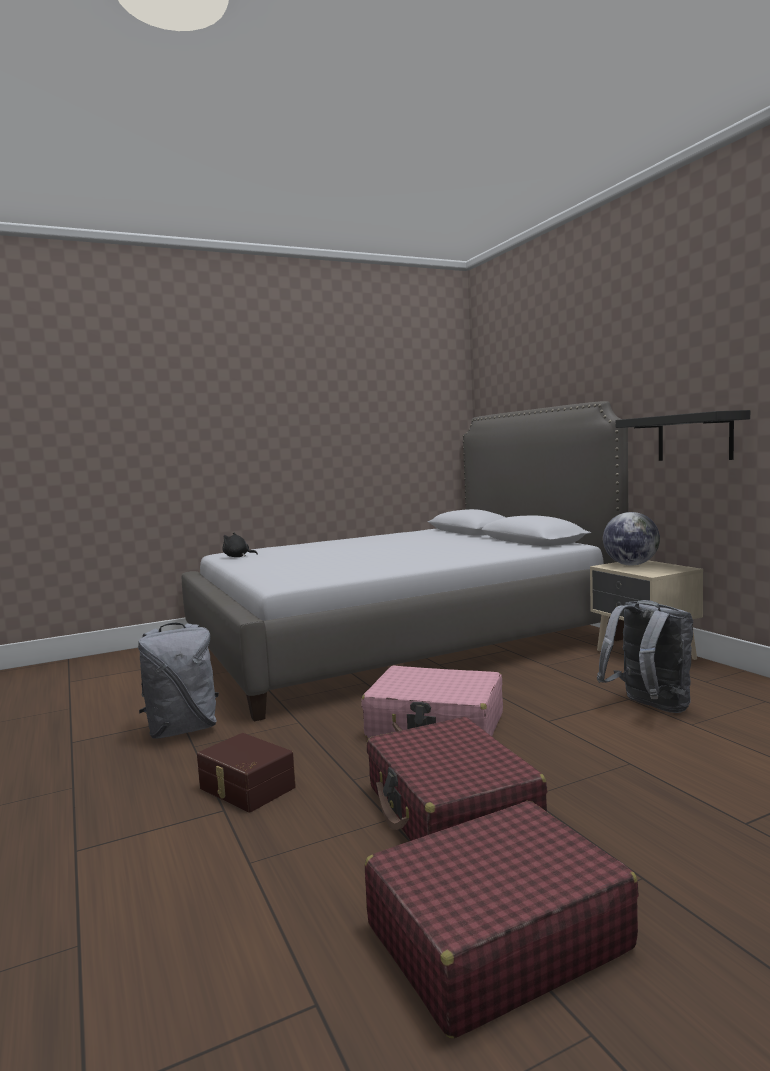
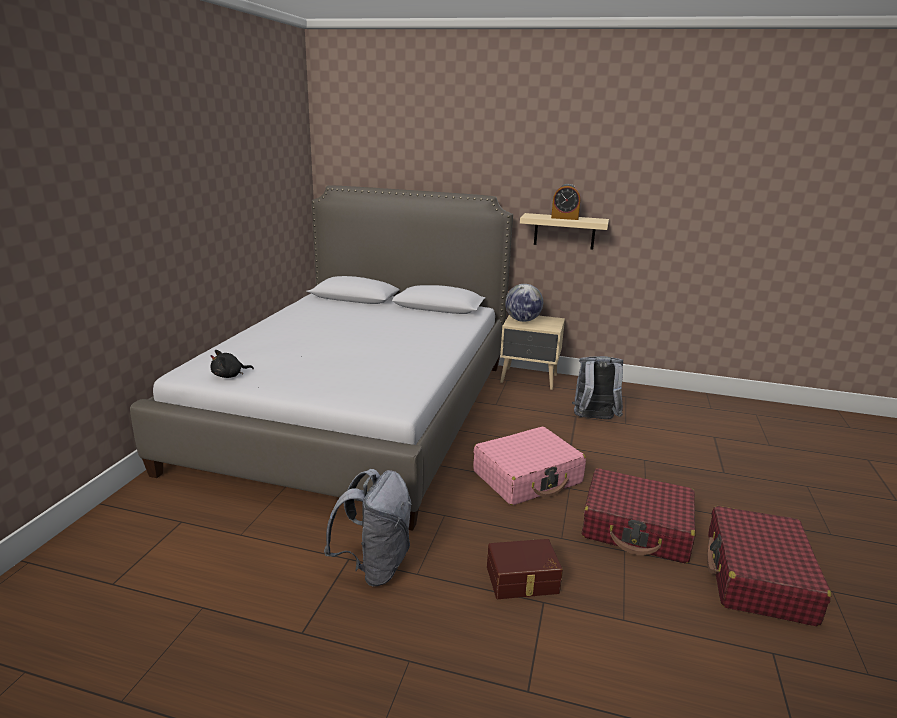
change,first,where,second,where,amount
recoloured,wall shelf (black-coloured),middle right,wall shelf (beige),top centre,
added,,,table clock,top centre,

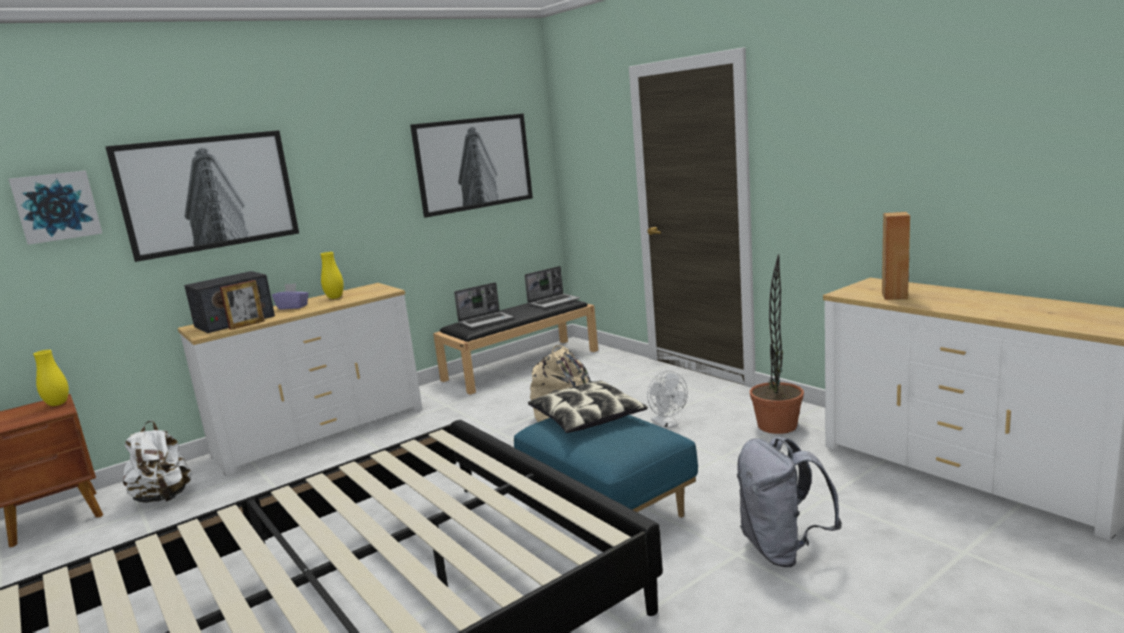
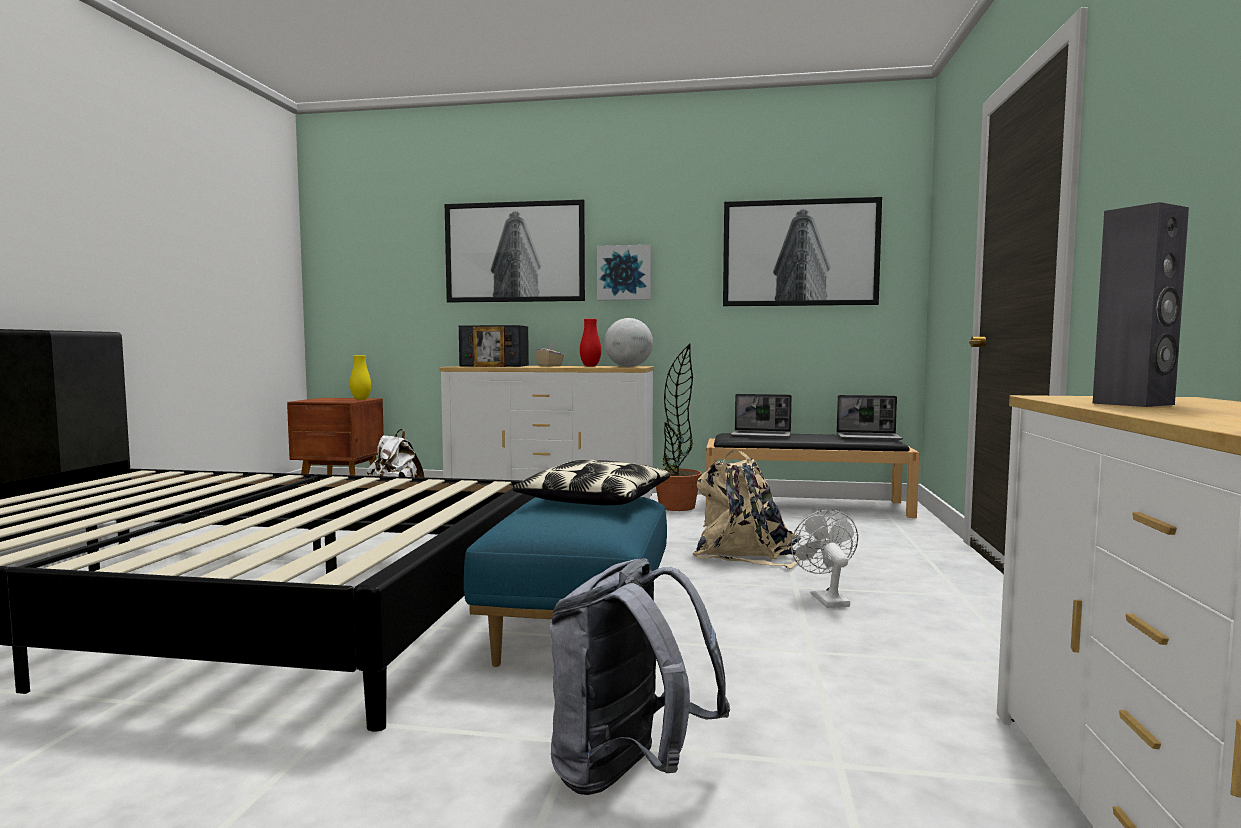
change,first,where,second,where,amount
recoloured,tissue box (purplish),middle left,tissue box (beige),centre,
recoloured,flower vase (yellowish) (2nd from left),middle left,flower vase (red-coloured),centre,
moved,wall art (1st from left in the first image),top left,wall art (2nd from left),top centre,
added,,,world globe,centre,
moved,plant in a pot,middle right,,centre,
turned,fan (white),centre,,bottom centre,150 degrees clockwise
recoloured,speaker (brown),middle right,speaker (grey),middle right,

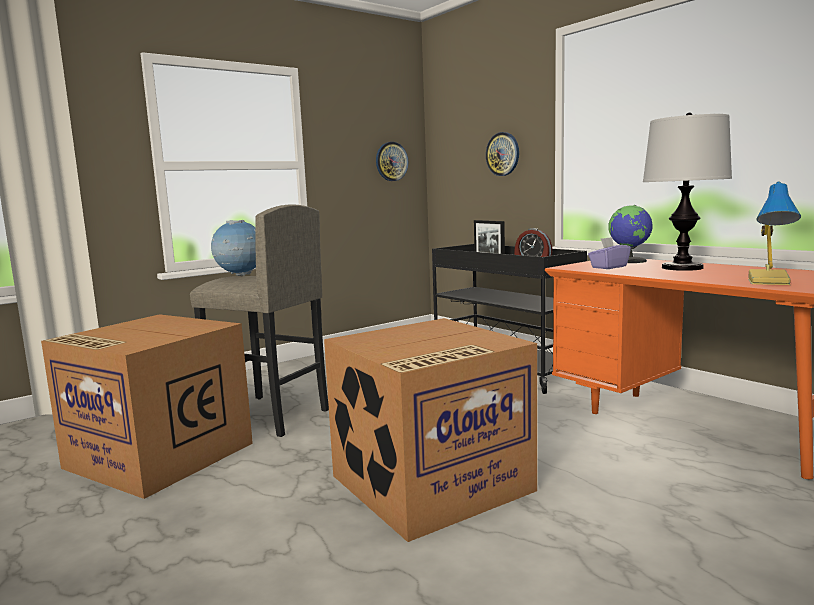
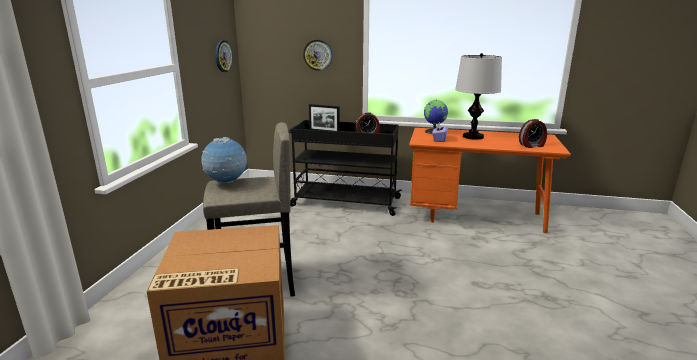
change,first,where,second,where,amount
replaced,tabletop lamp (2nd from left),middle right,table clock (2nd from left),middle right,
removed,cardboard box (2nd from left),bottom centre,,,

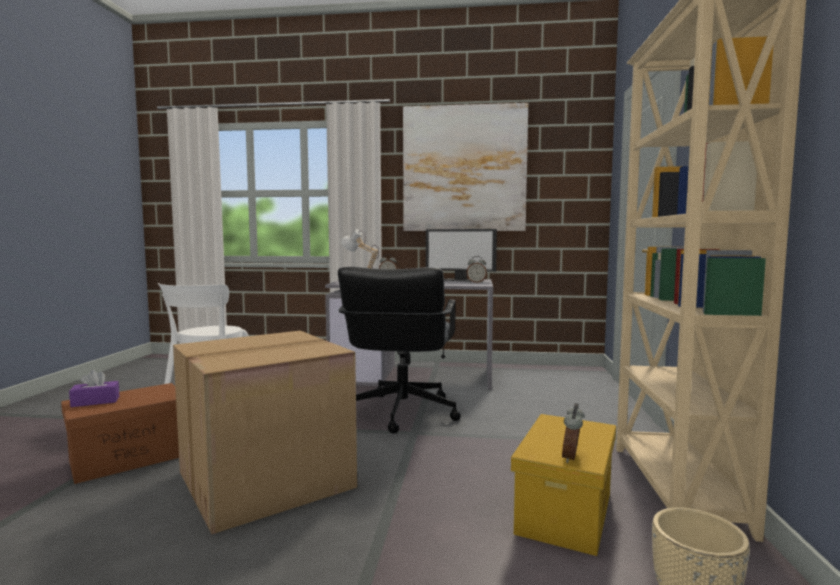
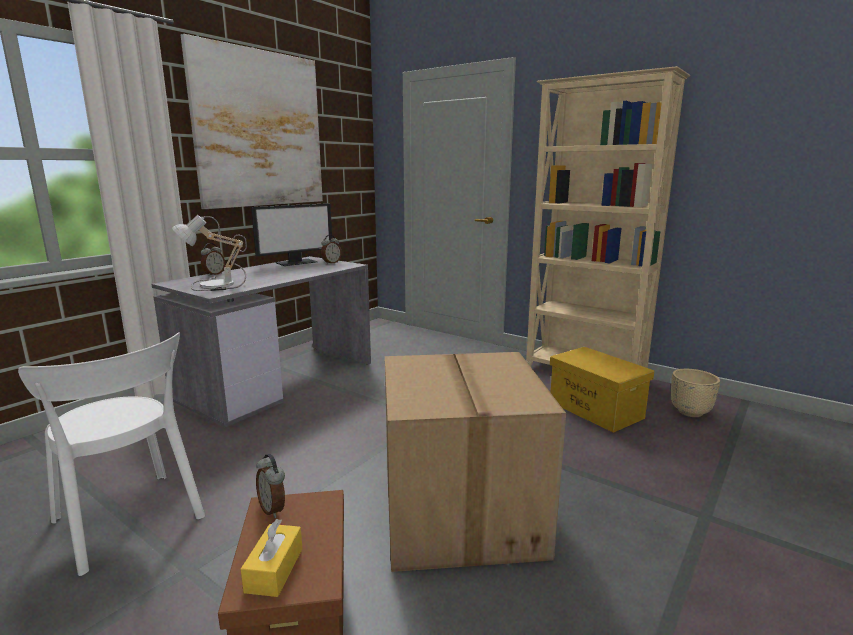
change,first,where,second,where,amount
recoloured,tissue box (purplish),middle left,tissue box (yellowish),bottom left,
moved,table clock (3rd from left in the first image),bottom right,table clock (2nd from left),bottom left,
removed,desk chair (black-coloured),centre,,,

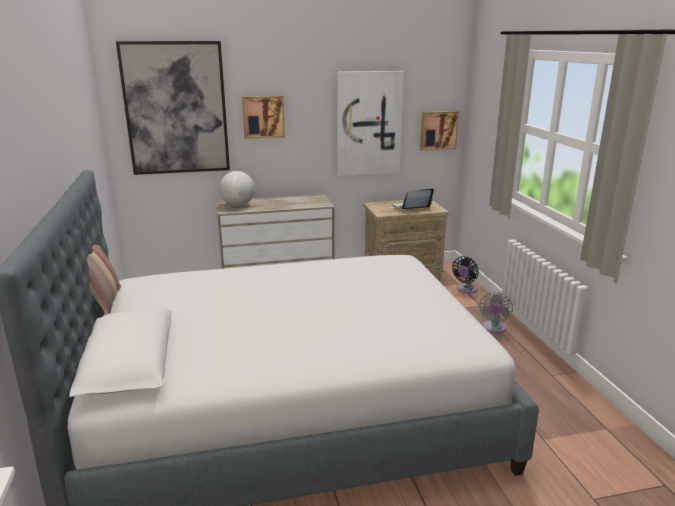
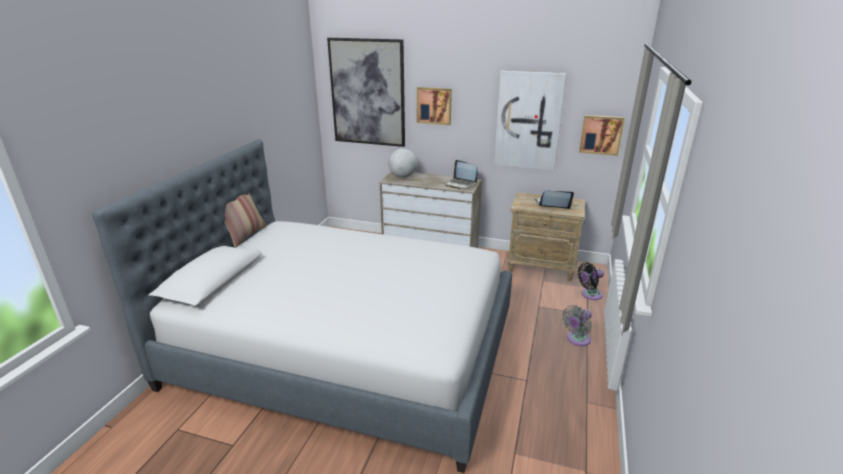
change,first,where,second,where,amount
added,,,notebook computer (1st from left),centre,

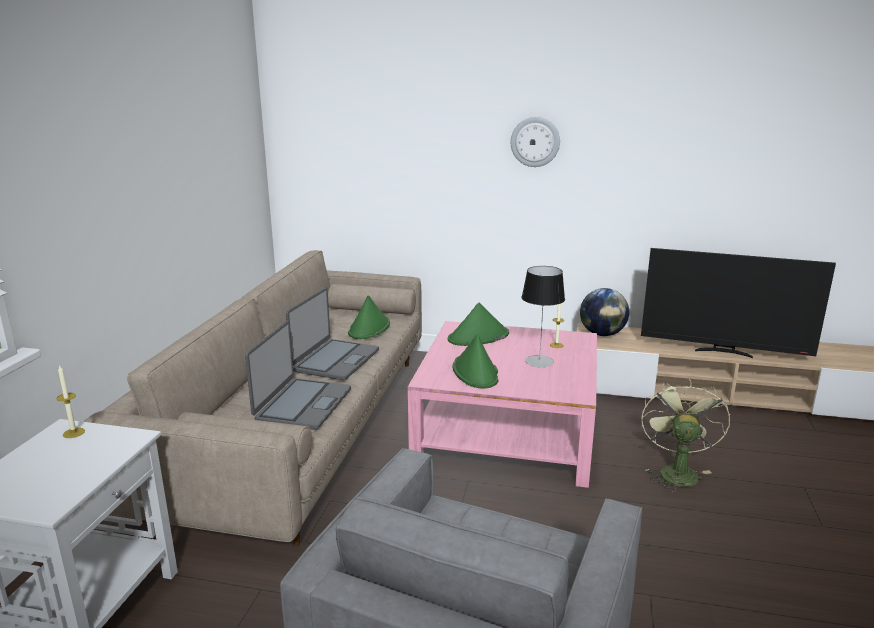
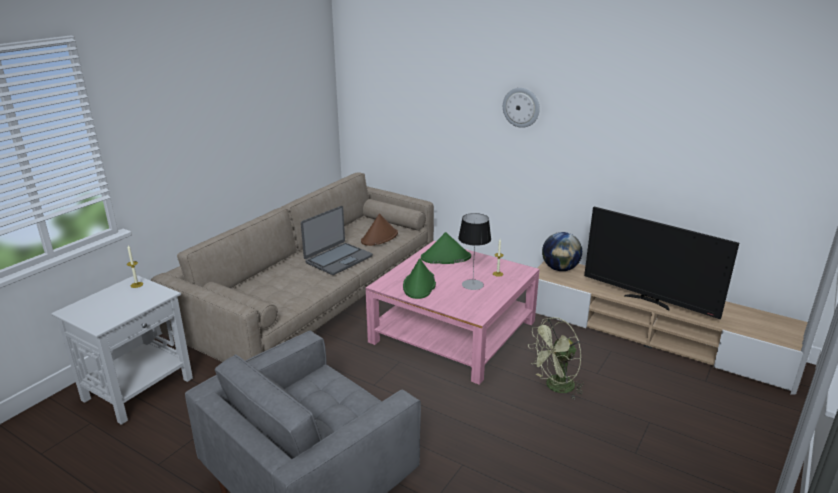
change,first,where,second,where,amount
recoloured,wearable hat (greenish) (1st from left),centre,wearable hat (brown),centre,
turned,fan (greenish),bottom right,,bottom centre,150 degrees counterclockwise
removed,notebook computer (1st from left),centre,,,

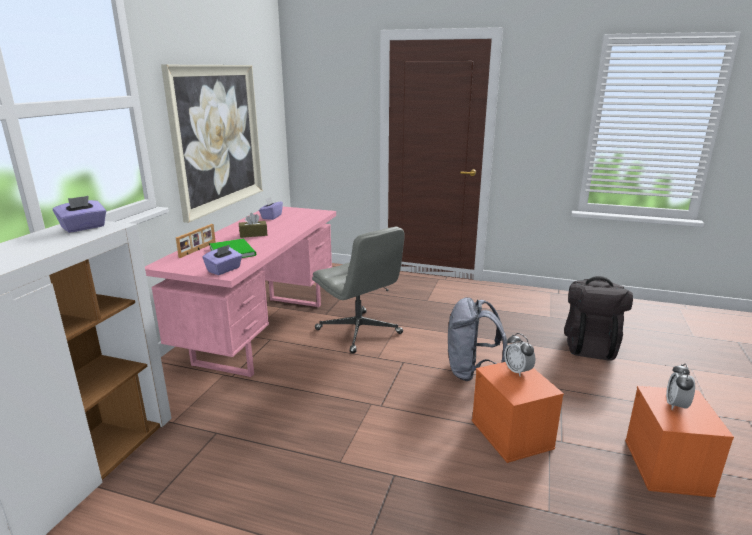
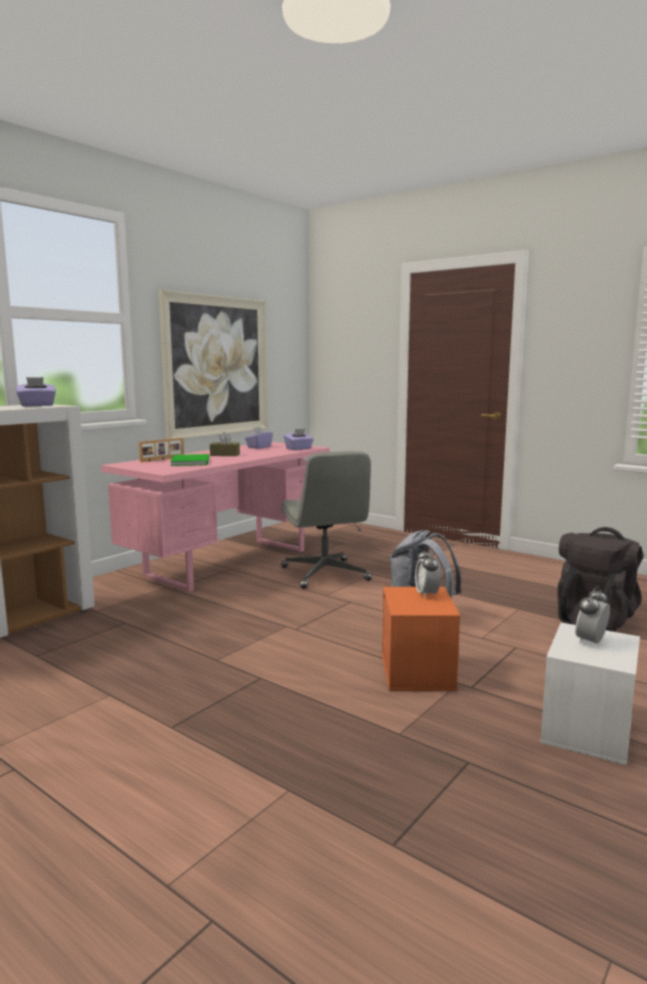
change,first,where,second,where,amount
moved,tissue box (purplish) (2nd from left in the first image),middle left,tissue box (purplish) (3rd from left),centre,
recoloured,storage bin (orange-coloured) (2nd from left),bottom right,storage bin (white),bottom right,

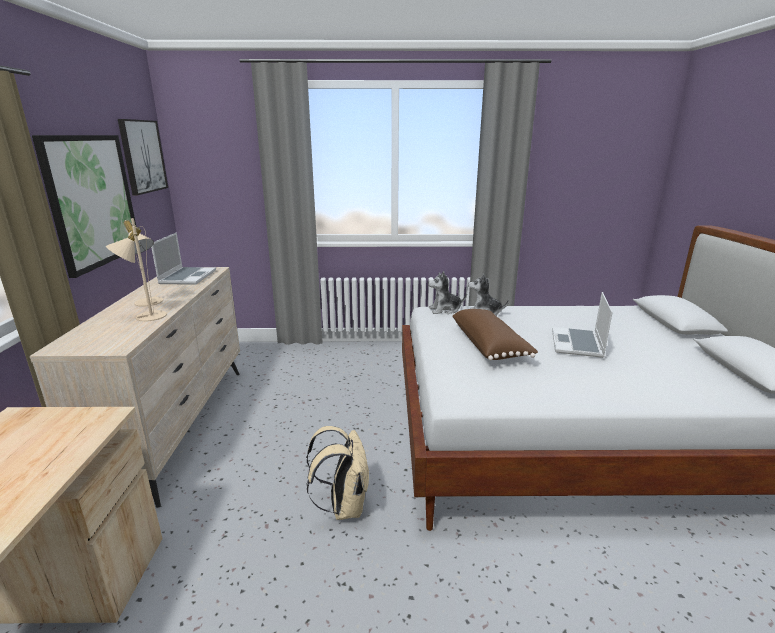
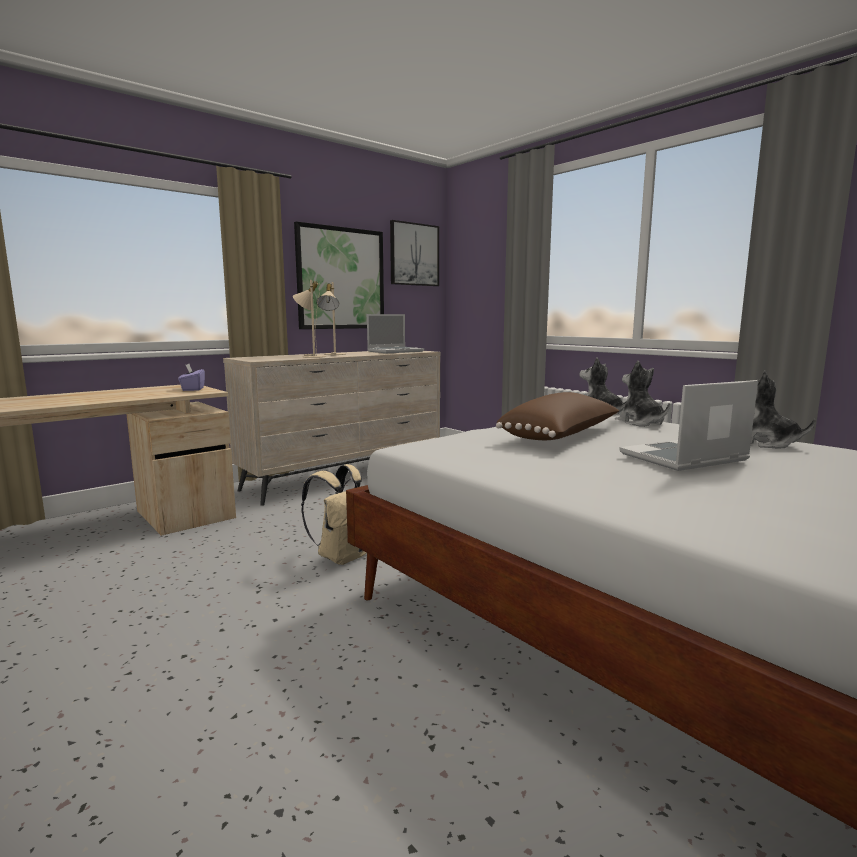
change,first,where,second,where,amount
added,,,tissue box (purplish),middle left,
added,,,soft toy (3rd from left),middle right,

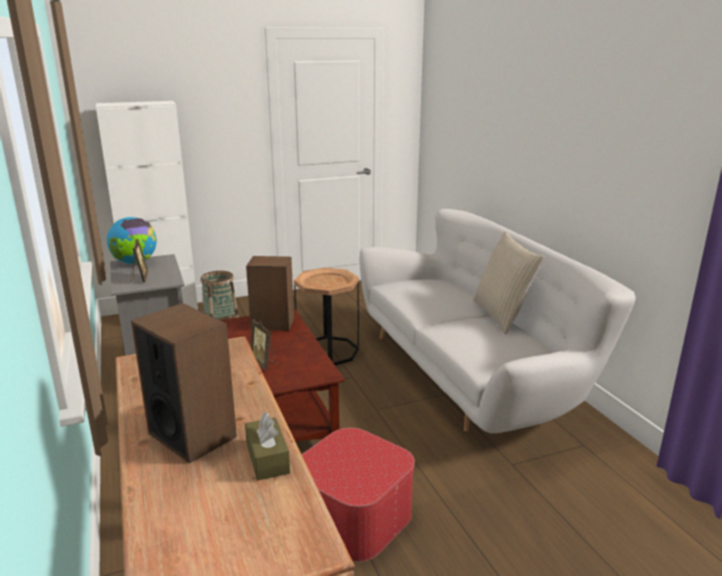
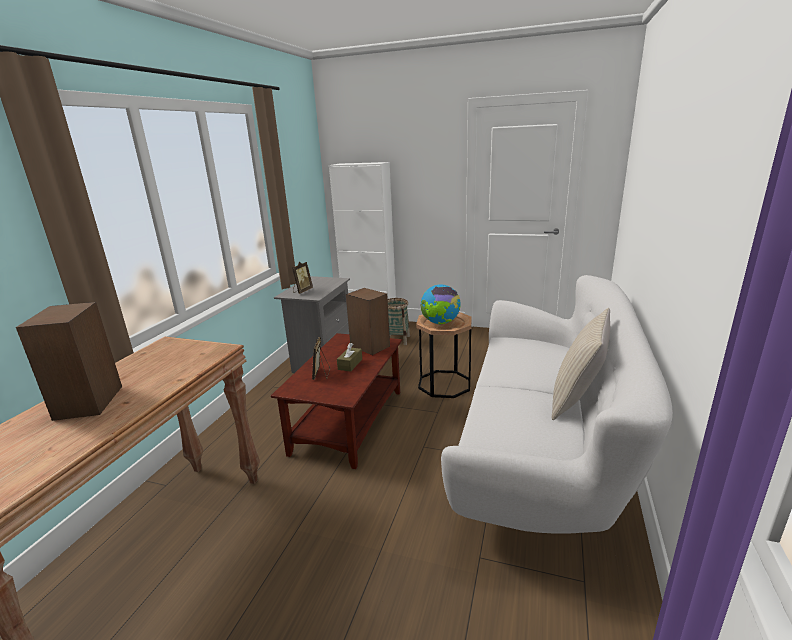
change,first,where,second,where,amount
moved,tissue box (brown),bottom centre,,centre,
moved,world globe,middle left,,centre,
removed,footrest,bottom centre,,,

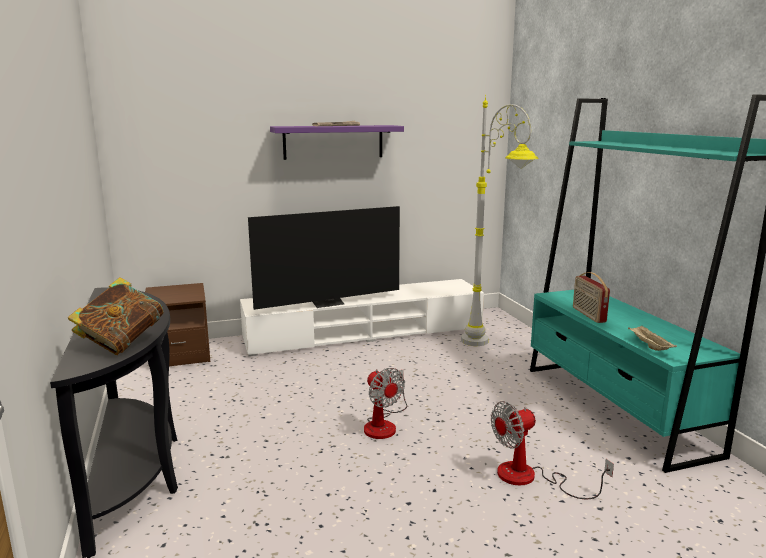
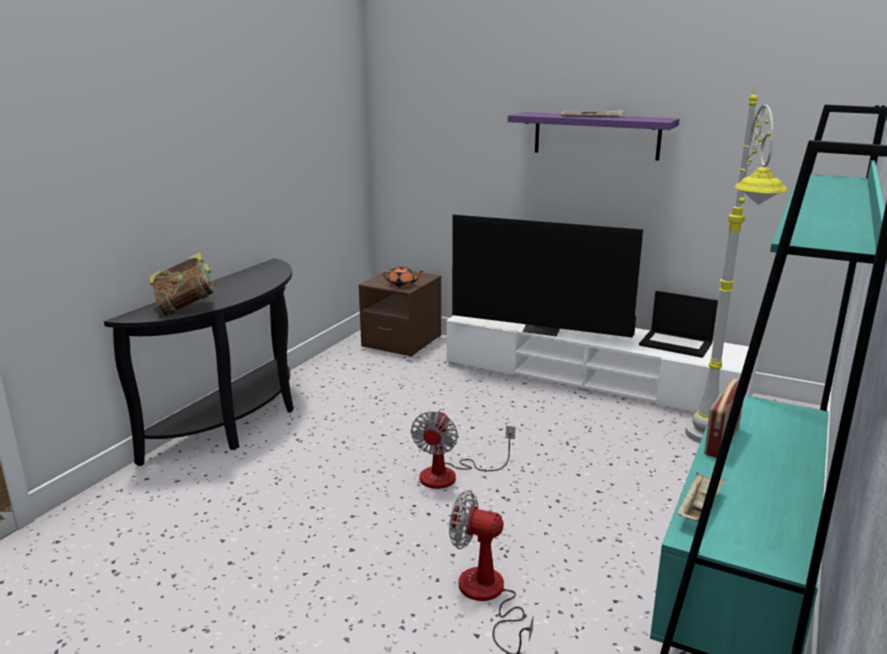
change,first,where,second,where,amount
added,,,pot for tea (orange-coloured),centre,
added,,,notebook computer,middle right,

